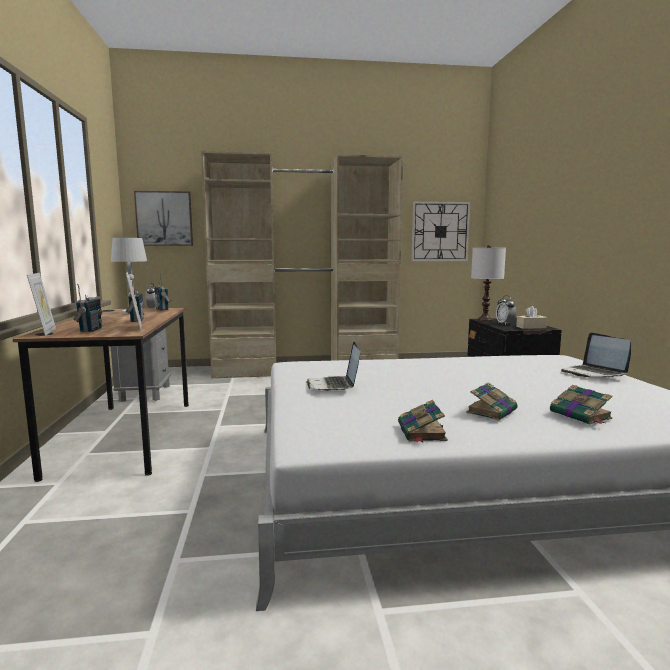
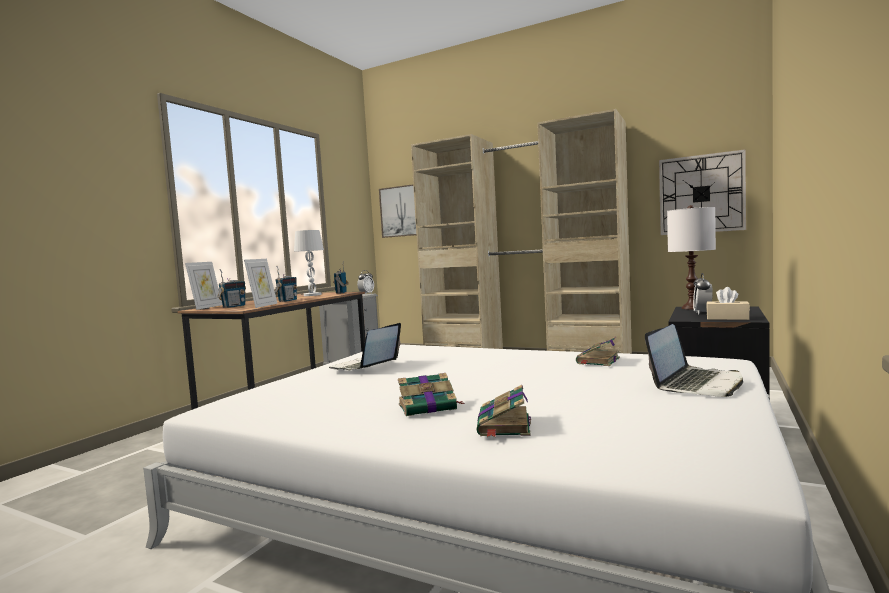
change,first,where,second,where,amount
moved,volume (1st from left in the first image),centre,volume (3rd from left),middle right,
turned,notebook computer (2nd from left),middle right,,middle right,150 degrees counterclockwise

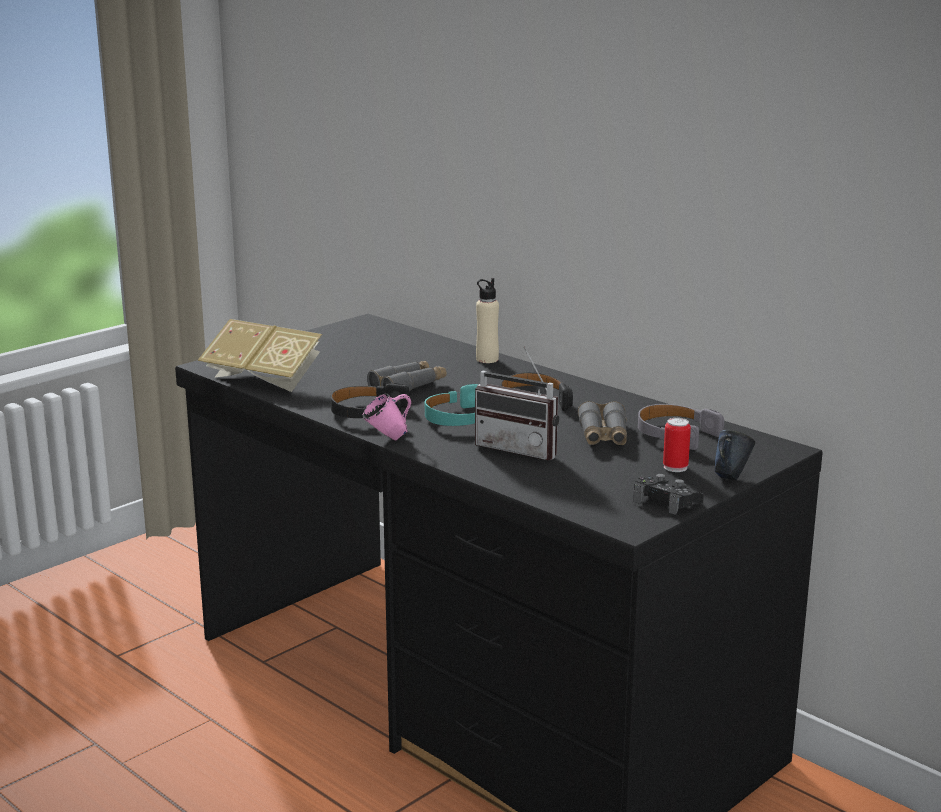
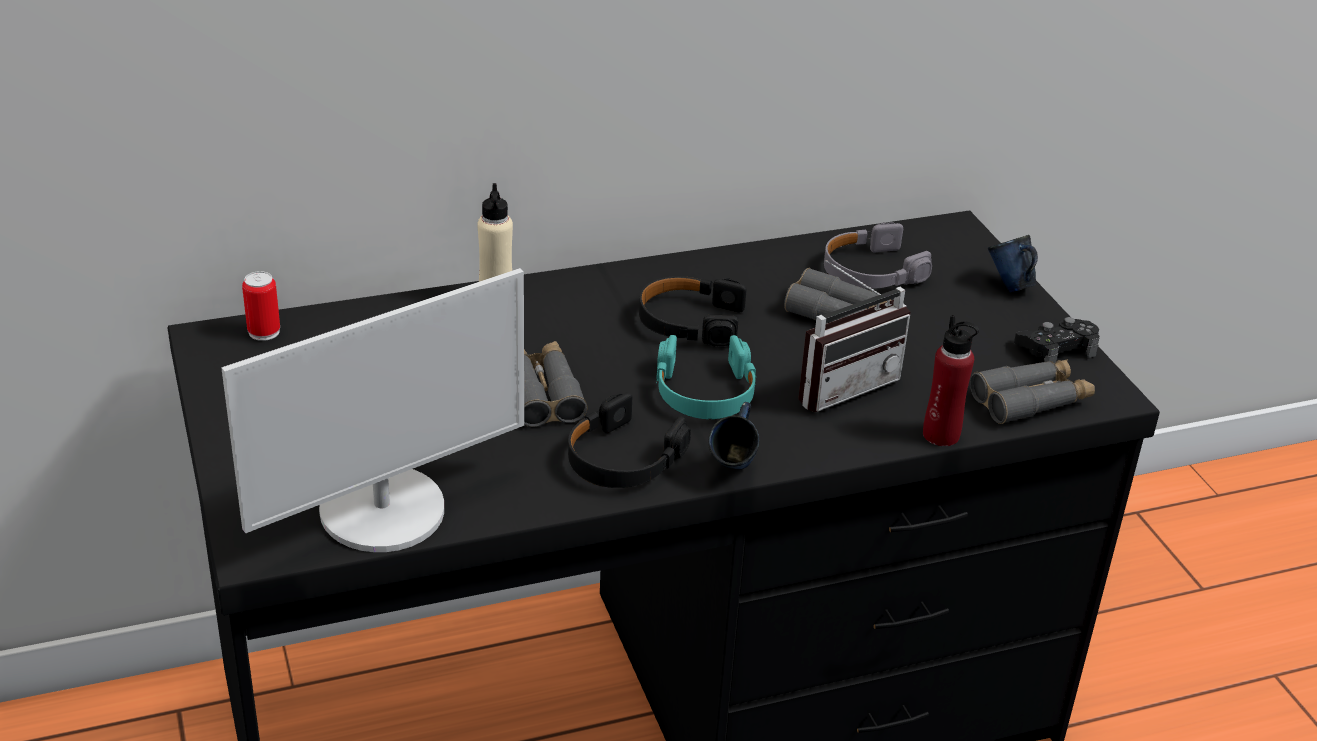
change,first,where,second,where,amount
replaced,volume,middle left,monitor,middle left,
moved,sealed can,middle right,,middle left,
recoloured,coffee mug (pink-coloured),centre,coffee mug (blue) (1st from left),centre,
added,,,drink bottle (red-coloured),middle right,
added,,,field glasses (grey) (3rd from left),middle right,

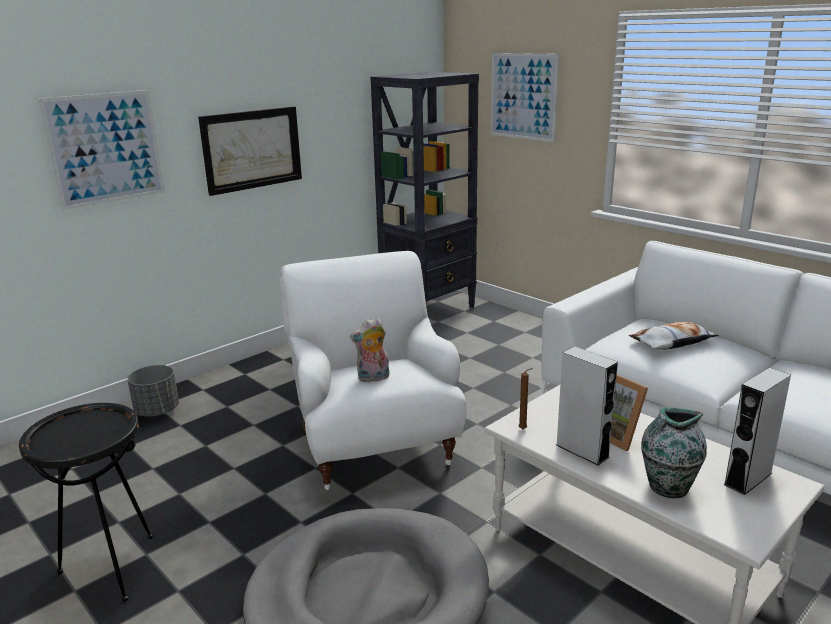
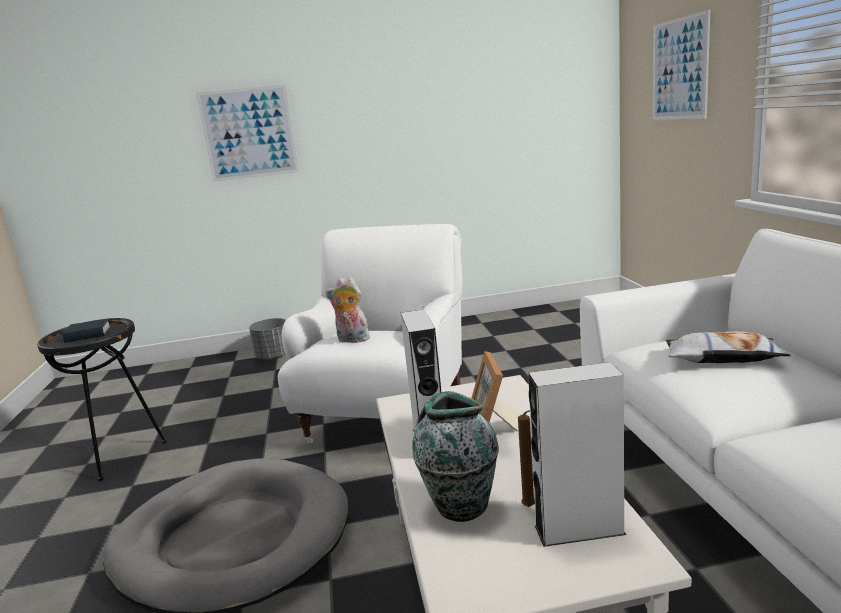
change,first,where,second,where,amount
added,,,volume,middle left,
moved,wax candle (brown),centre,,bottom centre,
removed,wall art (2nd from left),top left,,,
removed,shelving unit (black-coloured),top centre,,,

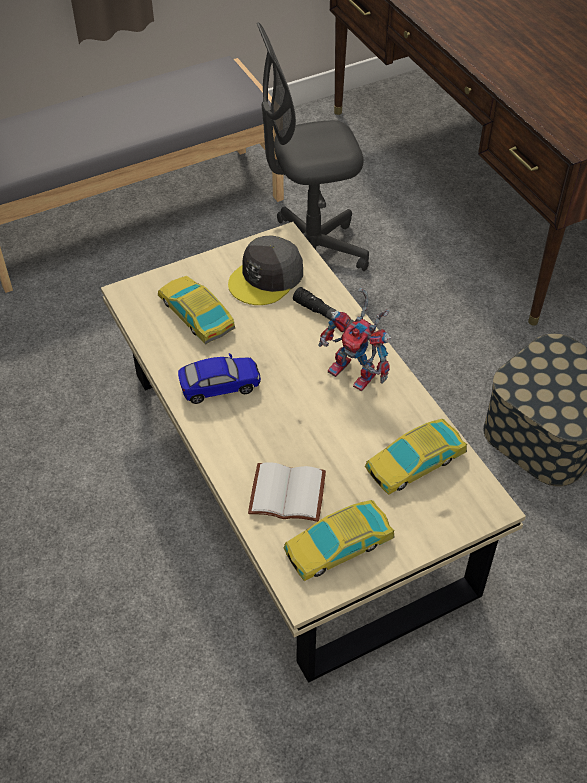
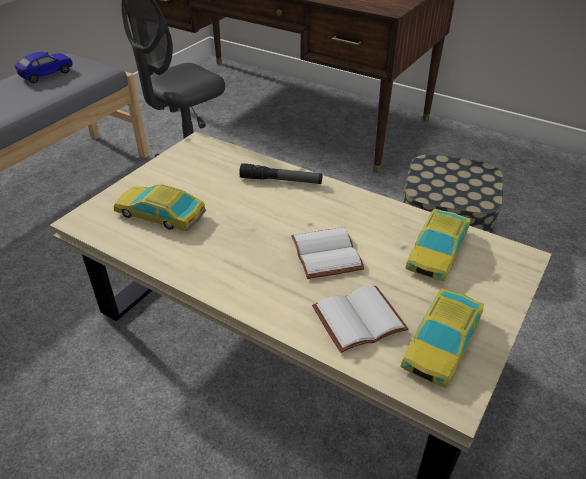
change,first,where,second,where,amount
moved,miniature car (2nd from left in the first image),centre,miniature car (1st from left),top left,
added,,,volume (white) (1st from left),centre,
removed,peaked cap (grey),centre,,,
removed,robot figure,centre,,,

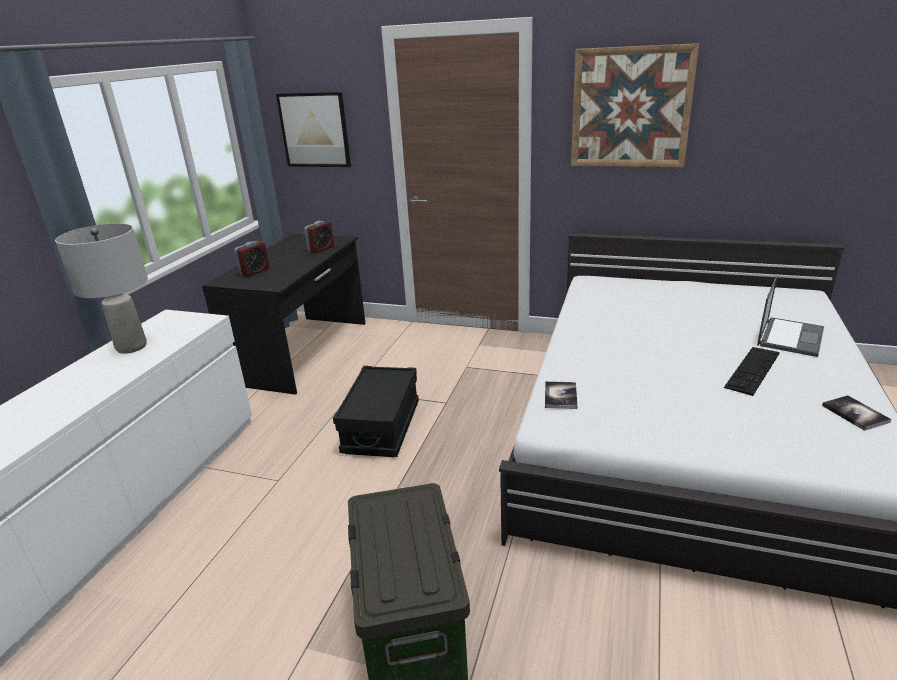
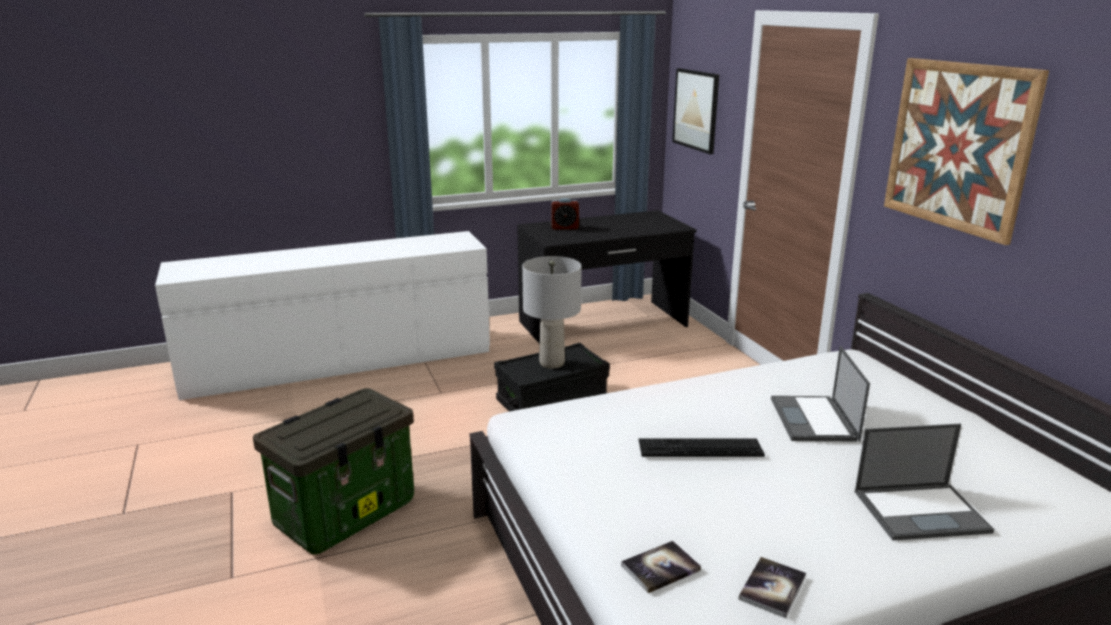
change,first,where,second,where,amount
moved,tabletop lamp (grey),middle left,,centre,
moved,volume (1st from left),centre,,bottom centre,
moved,keyboard,middle right,,bottom centre,
added,,,notebook computer (1st from left),middle right,
removed,table clock (2nd from left),centre,,,

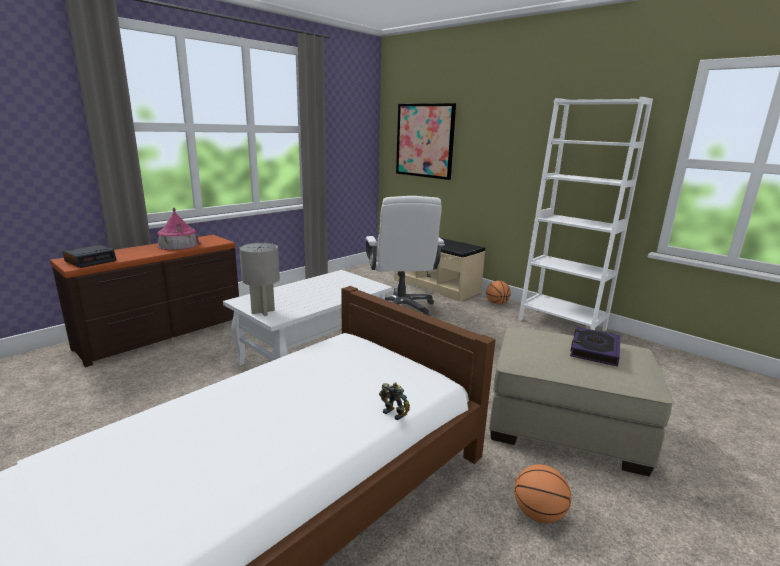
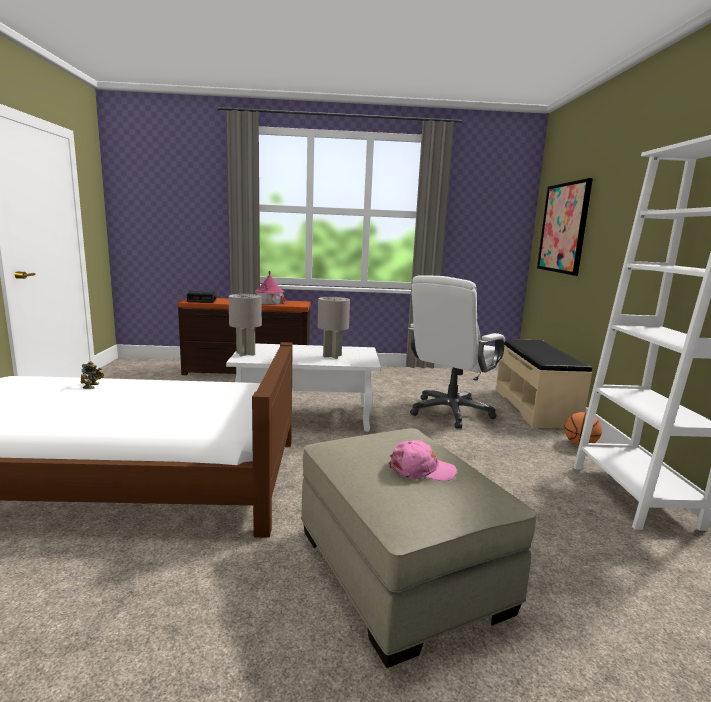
change,first,where,second,where,amount
moved,robot figure,bottom centre,,middle left,
added,,,tabletop lamp (grey) (2nd from left),centre,
replaced,volume,middle right,peaked cap (pink-coloured),centre,
removed,ball for basketball (2nd from left),bottom right,,,

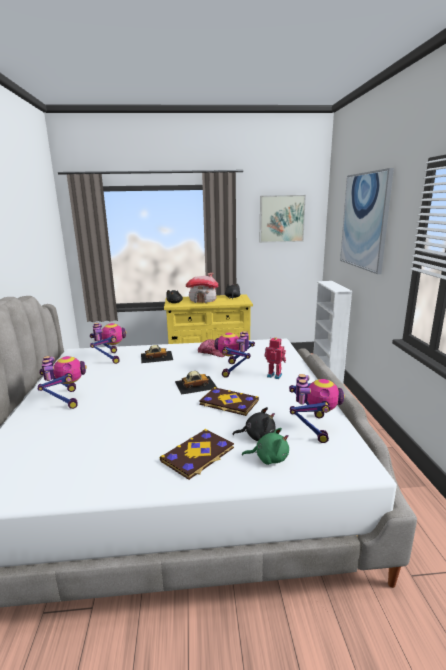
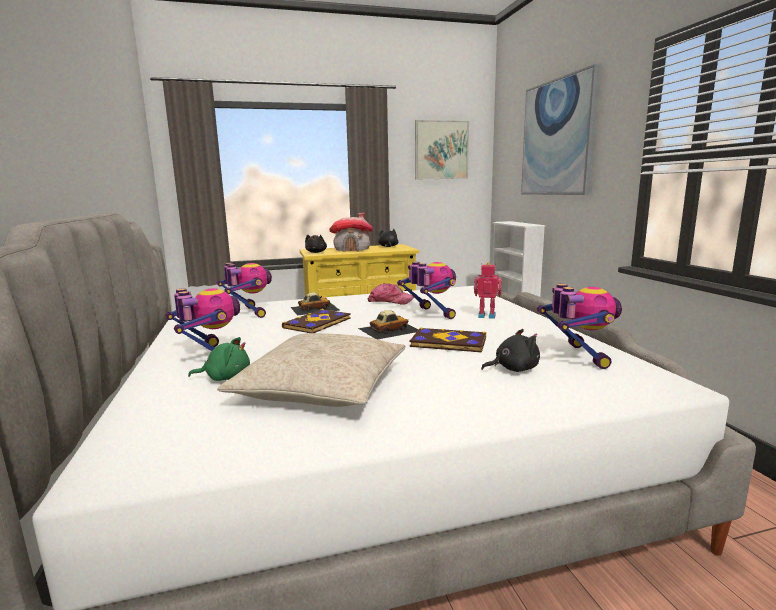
change,first,where,second,where,amount
moved,soft toy (greenish),centre,,middle left,
added,,,pillow (beige),centre,
moved,volume (1st from left),bottom centre,,centre,
turned,robot figure (3rd from left),centre,,centre,150 degrees clockwise

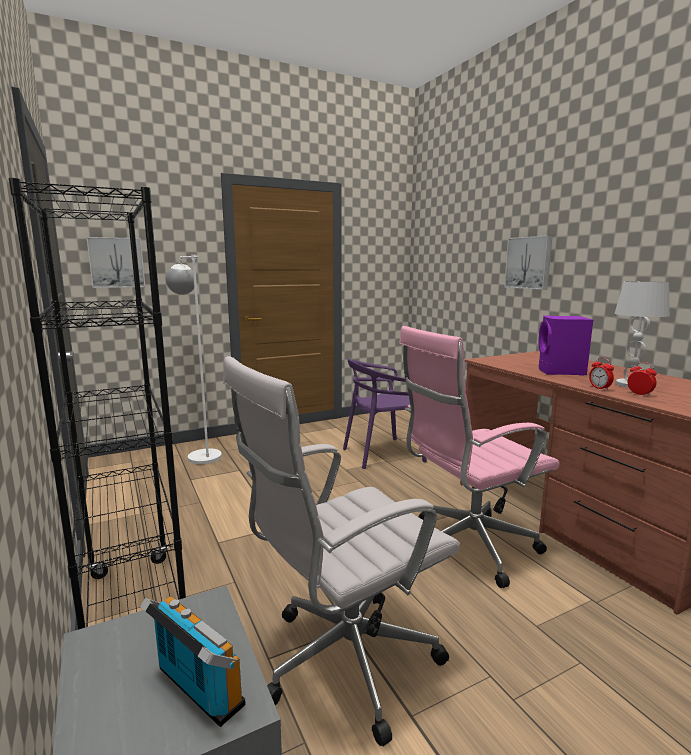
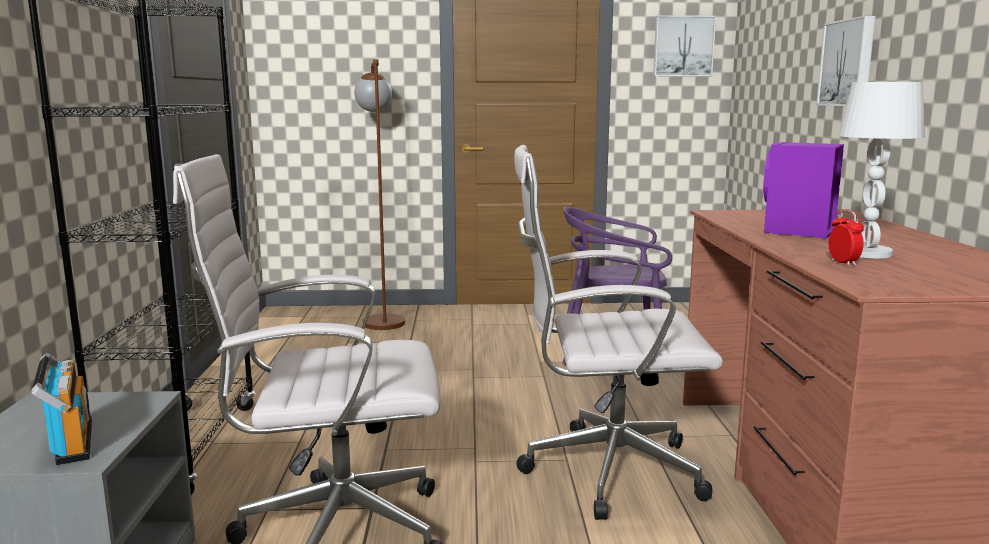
change,first,where,second,where,amount
recoloured,standing lamp (white),middle left,standing lamp (brown),centre,
recoloured,desk chair (pink-coloured),middle right,desk chair (white) (2nd from left),centre,
moved,wall art (1st from left),middle left,,top right,
removed,table clock (1st from left),middle right,,,

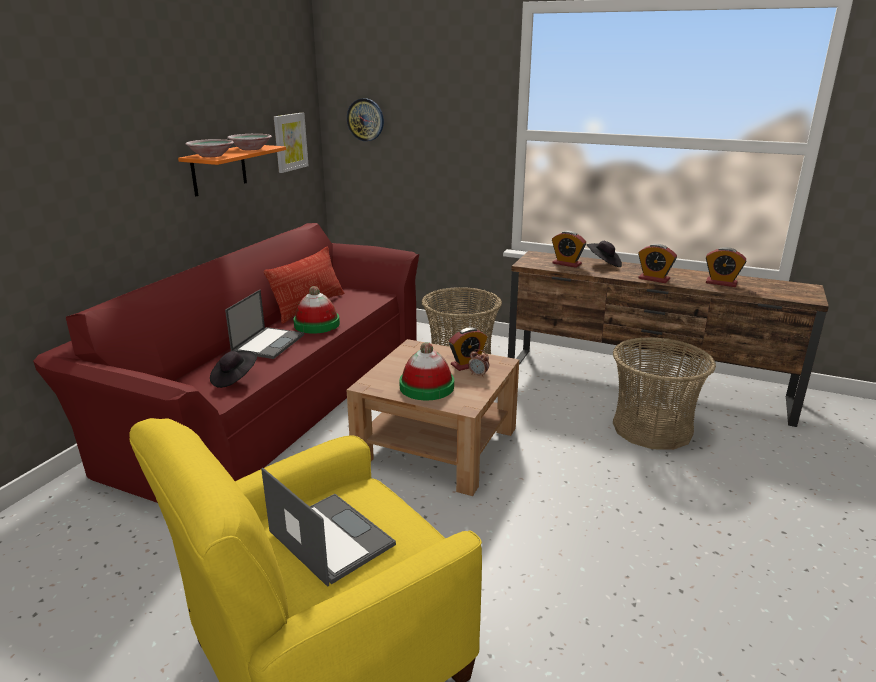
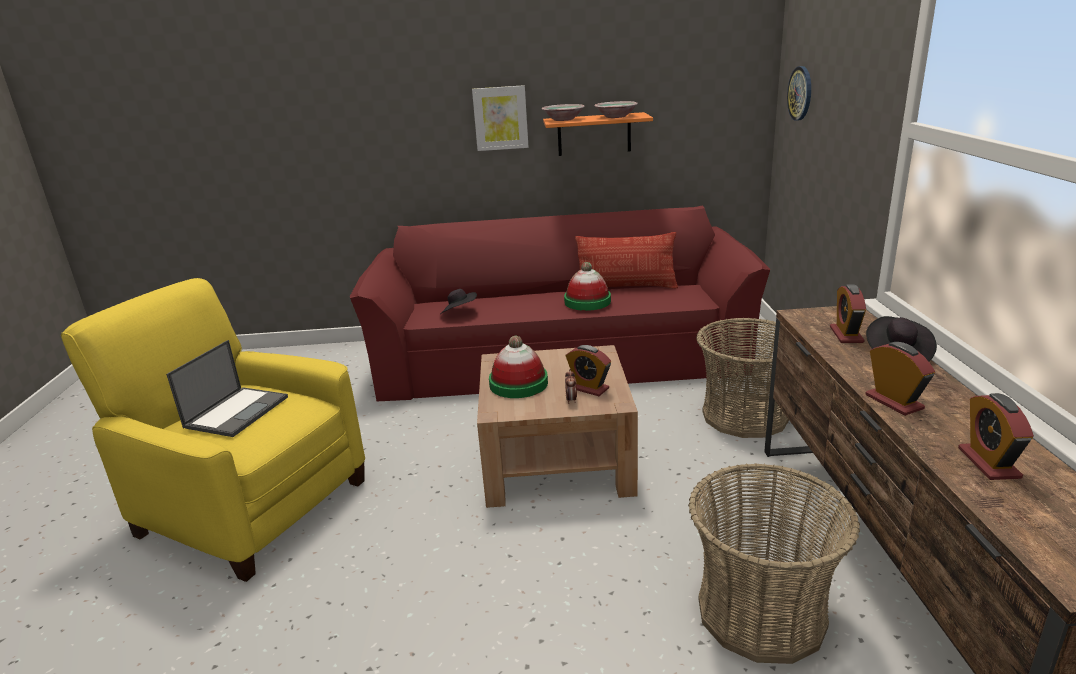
change,first,where,second,where,amount
moved,wall art,top left,,top centre,
turned,table clock (4th from left),middle right,,middle right,150 degrees clockwise
removed,notebook computer (1st from left),middle left,,,

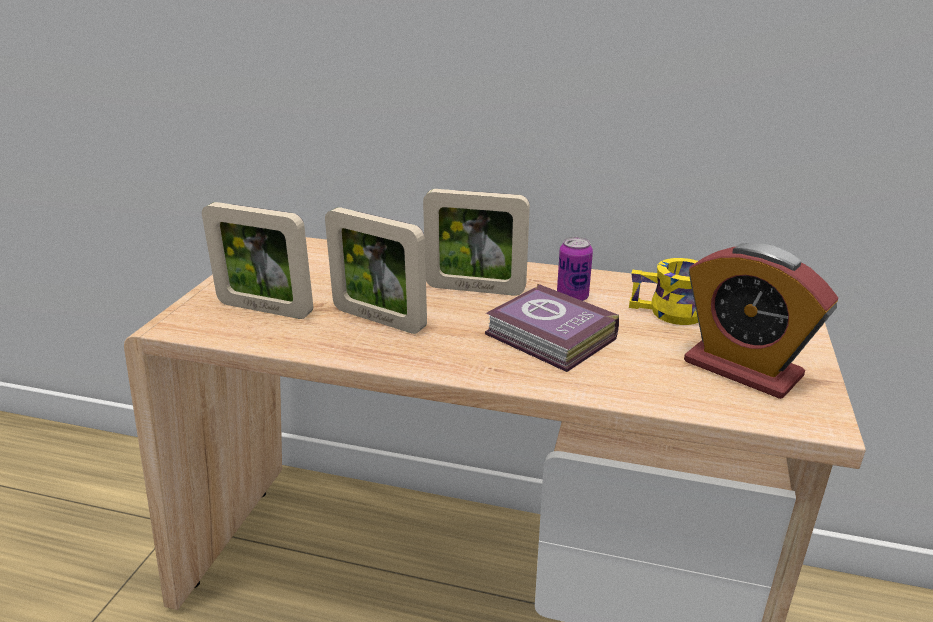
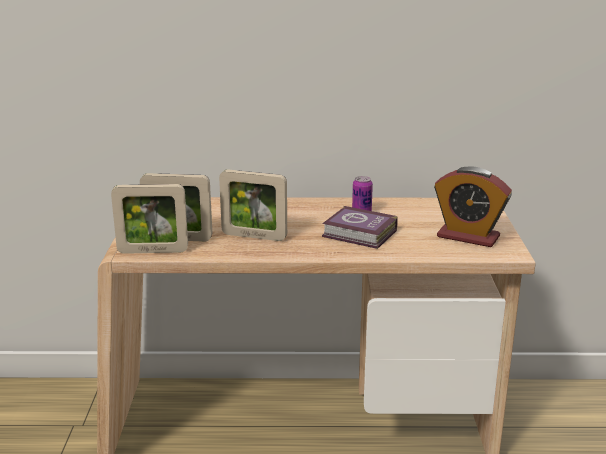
change,first,where,second,where,amount
moved,standing frame (3rd from left in the first image),centre,standing frame (1st from left),middle left,
removed,coffee mug (yellowish),middle right,,,

